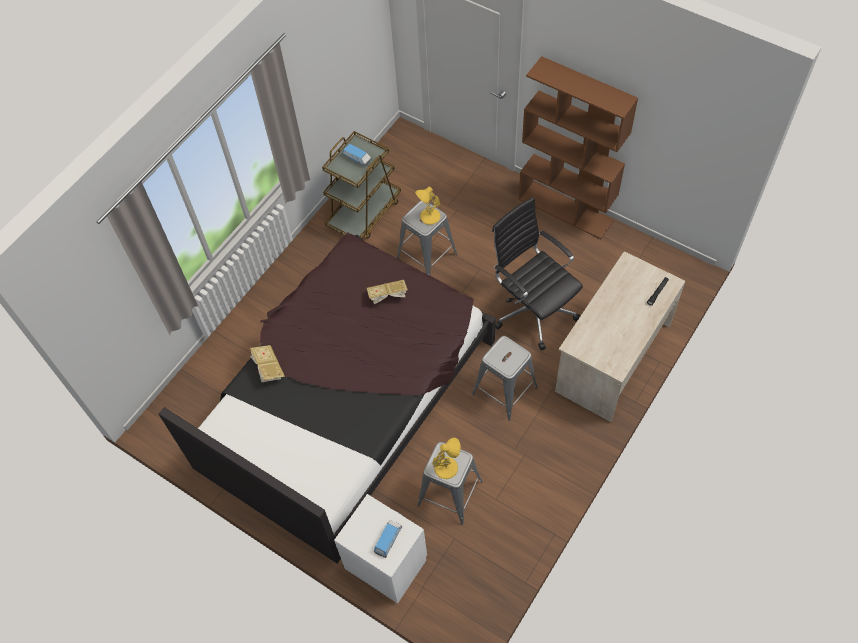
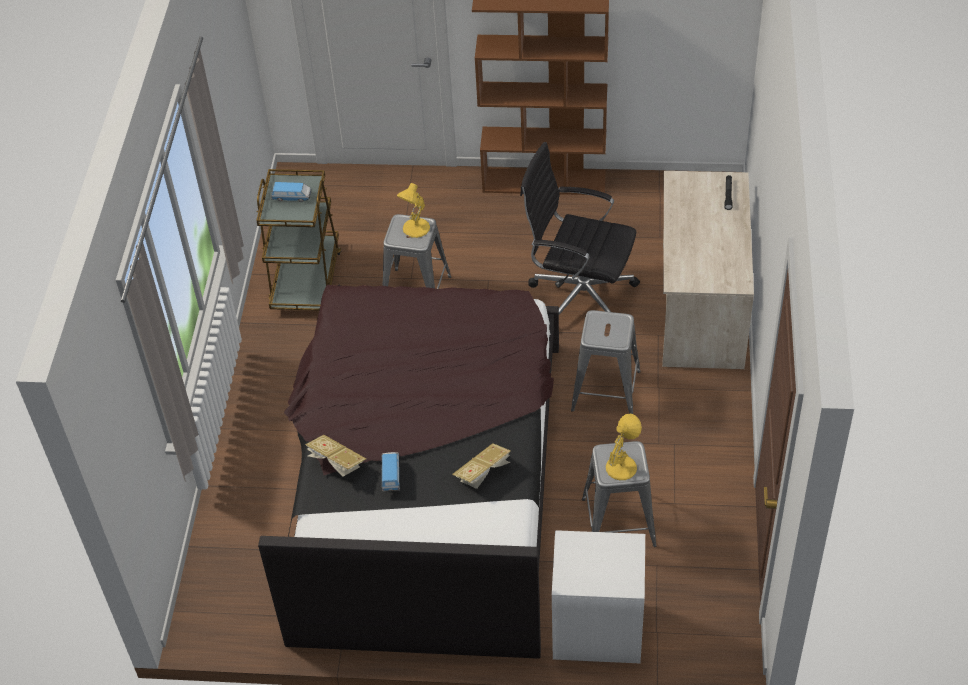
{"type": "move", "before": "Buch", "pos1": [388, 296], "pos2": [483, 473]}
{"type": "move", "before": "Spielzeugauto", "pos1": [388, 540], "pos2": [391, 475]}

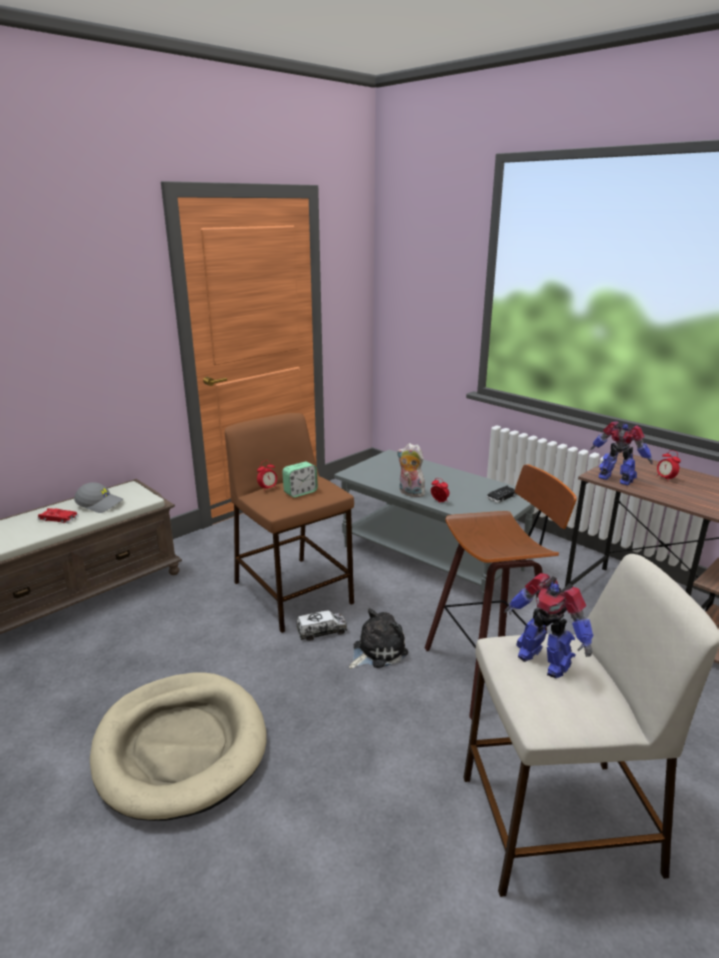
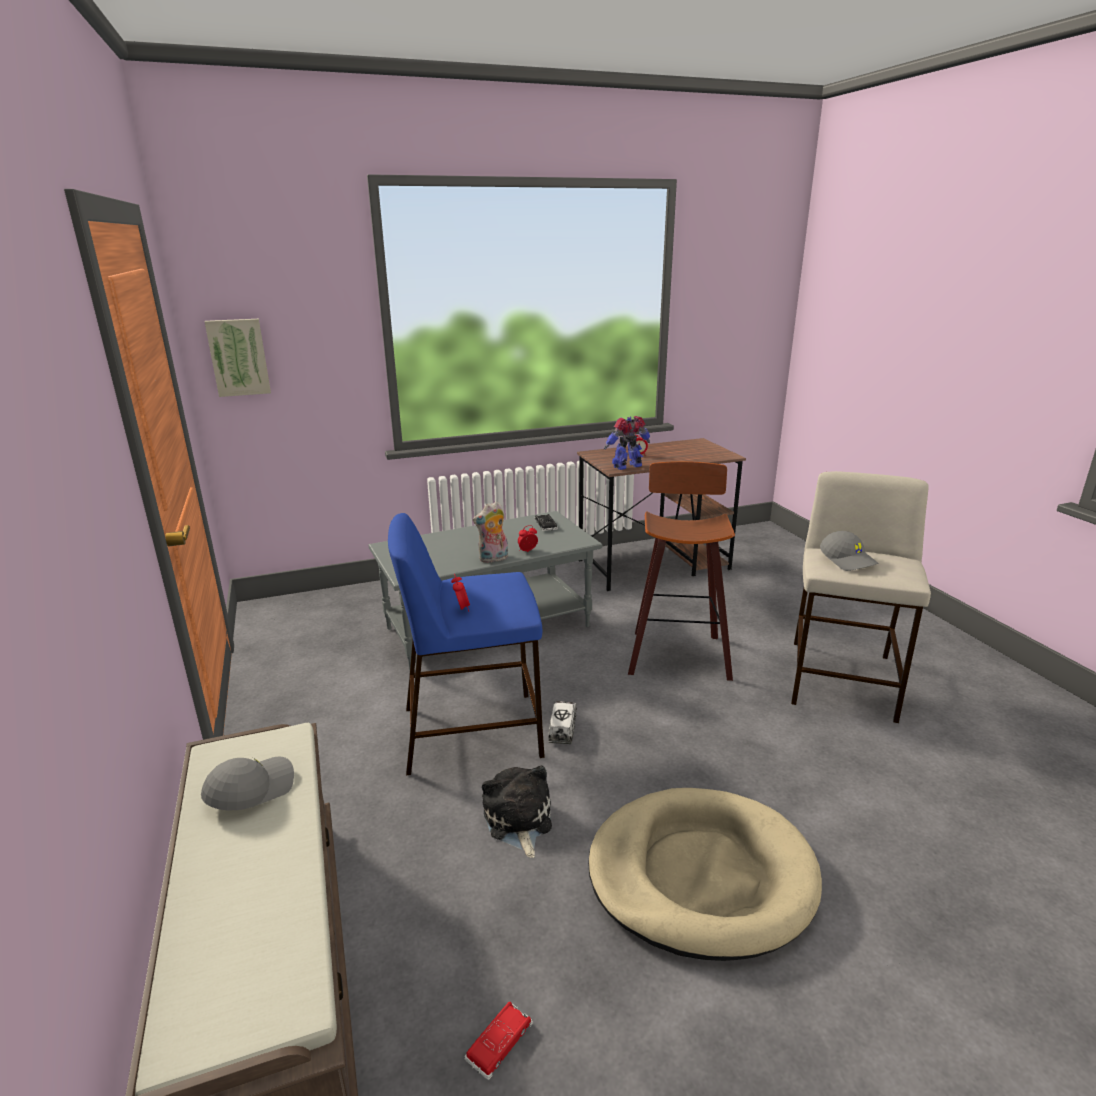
{"type": "recolor", "before": "Hocker [braun]", "after": "Hocker [blau]", "pos1": [294, 593], "pos2": [474, 731]}
{"type": "delete", "before": "Wecker", "pos1": [300, 492]}
{"type": "move", "before": "Spielzeugauto [rot]", "pos1": [58, 519], "pos2": [499, 1042]}
{"type": "replace", "before": "Spielzeugroboter", "after": "Kappe [grau]", "pos1": [543, 660], "pos2": [848, 560]}
{"type": "move", "before": "Plüschtier", "pos1": [376, 651], "pos2": [518, 821]}
{"type": "insert", "after": "Bild", "pos2": [238, 357]}

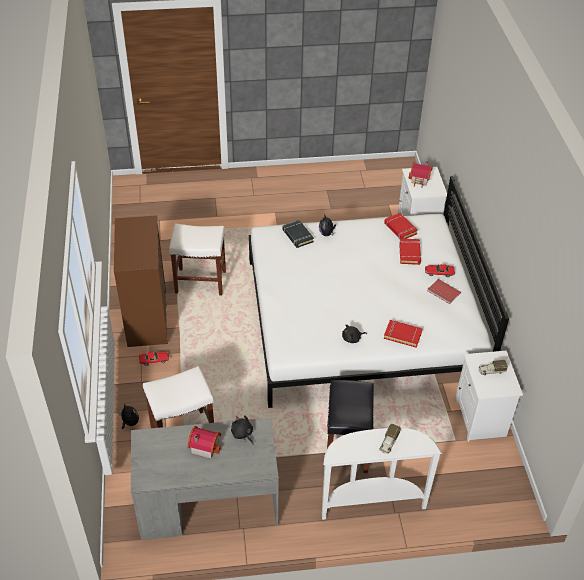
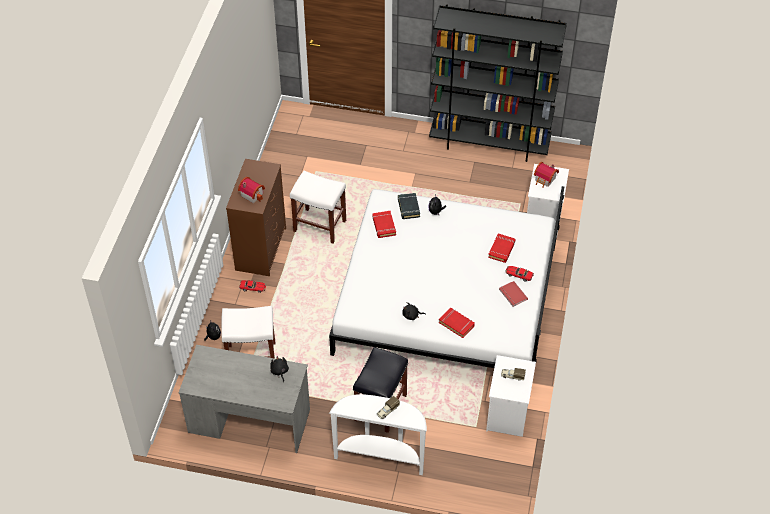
{"type": "move", "before": "Buch [rot]", "pos1": [400, 228], "pos2": [384, 226]}
{"type": "move", "before": "Spielzeughaus", "pos1": [205, 446], "pos2": [252, 194]}
{"type": "insert", "after": "Bücherregal [schwarz]", "pos2": [489, 144]}

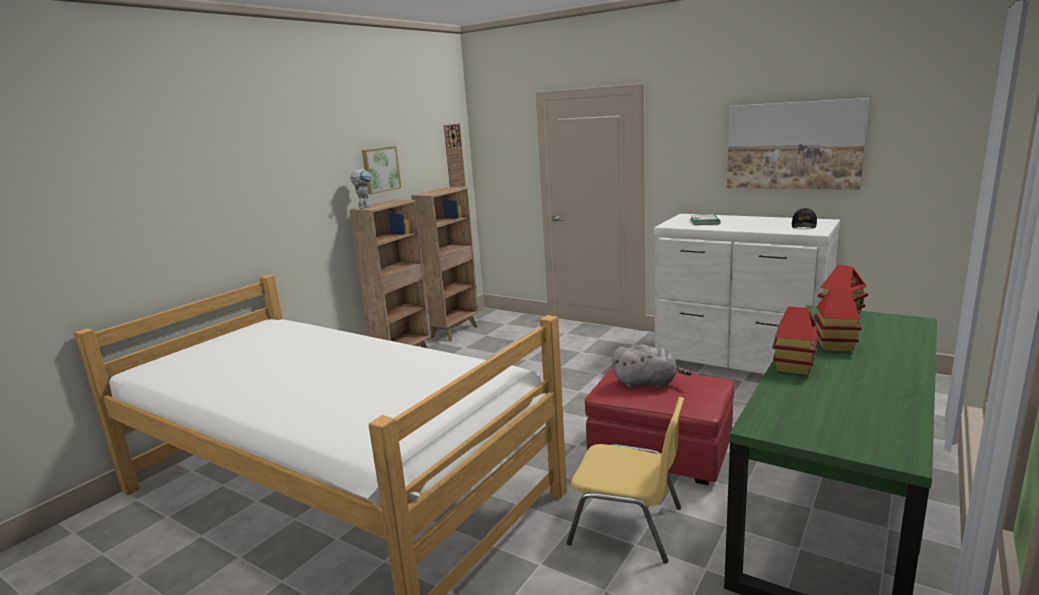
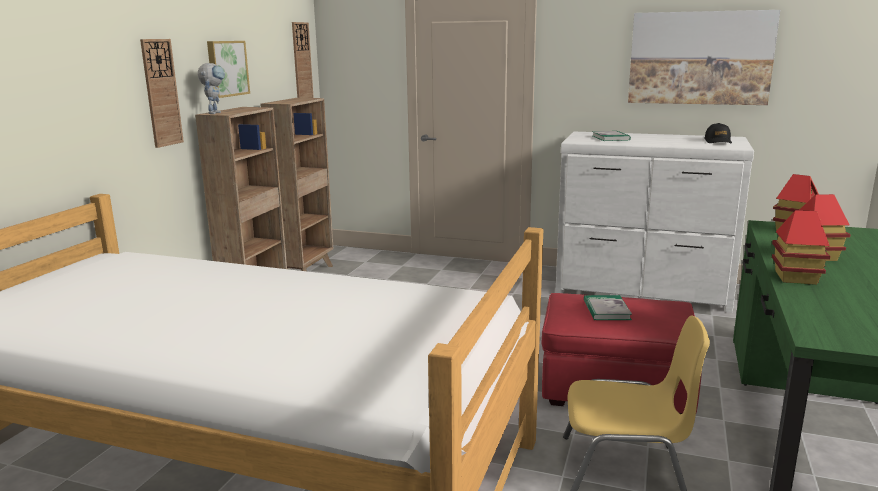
{"type": "replace", "before": "Plüschtier [grau]", "after": "Buch", "pos1": [648, 383], "pos2": [606, 310]}
{"type": "insert", "after": "Wanduhr", "pos2": [161, 93]}

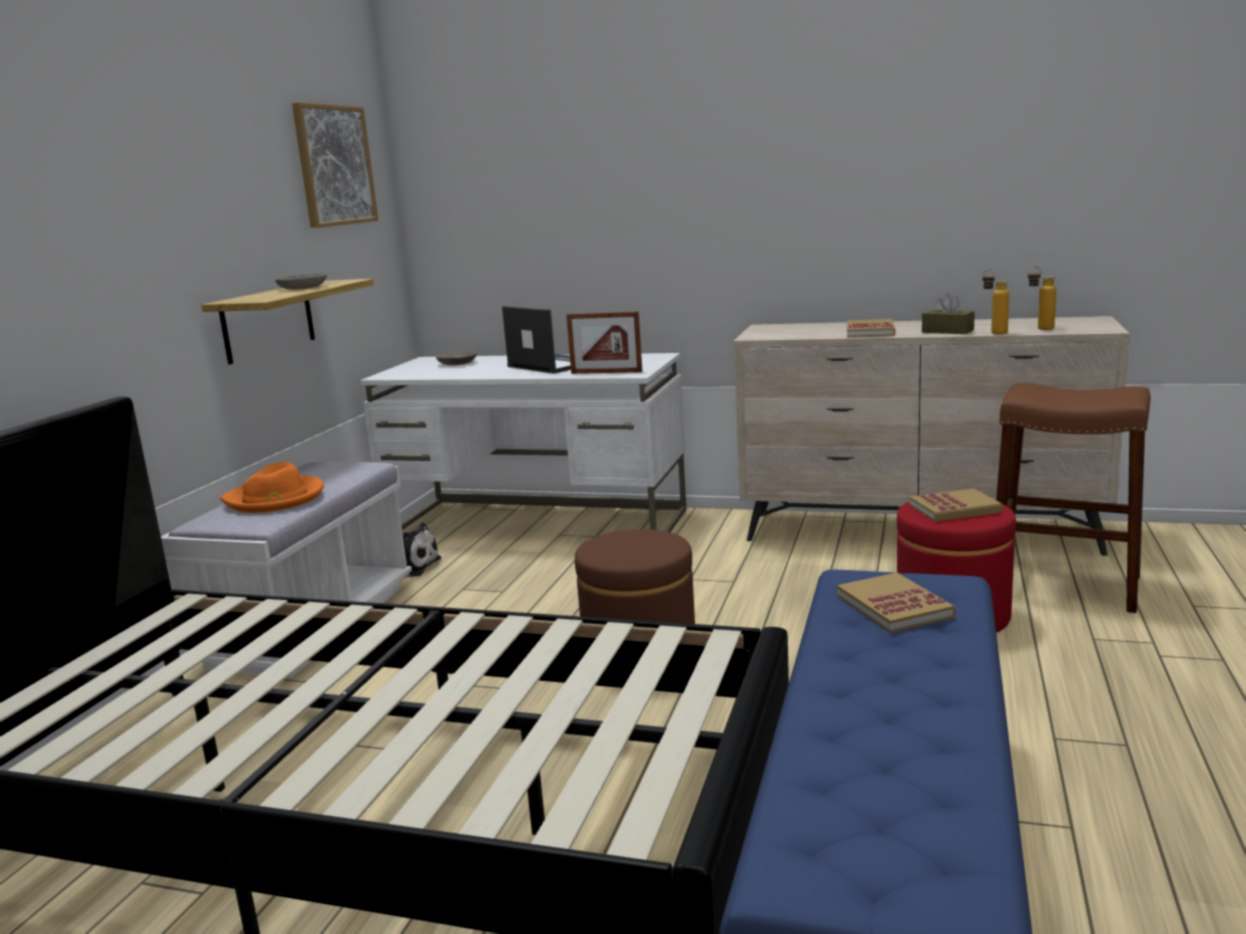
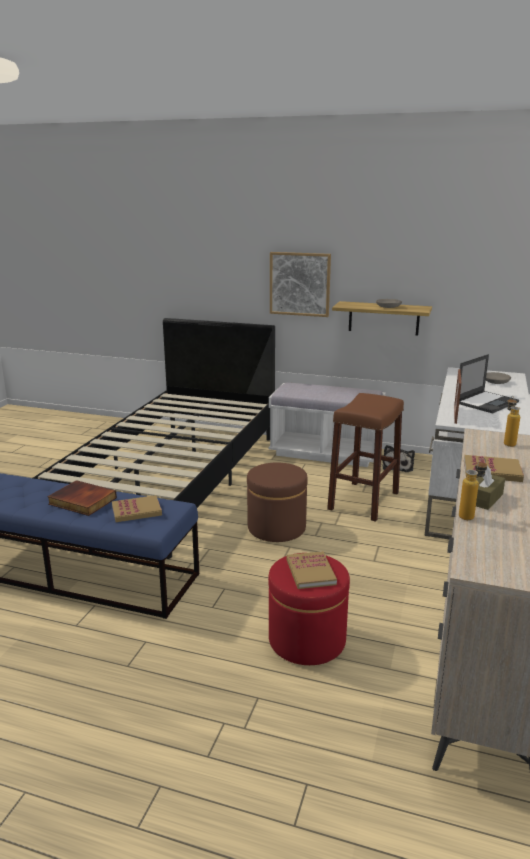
{"type": "move", "before": "Bild", "pos1": [334, 166], "pos2": [300, 284]}
{"type": "move", "before": "Flasche", "pos1": [1039, 329], "pos2": [508, 443]}
{"type": "move", "before": "Hocker [braun]", "pos1": [1064, 585], "pos2": [363, 501]}
{"type": "delete", "before": "Hut [orange]", "pos1": [275, 499]}
{"type": "insert", "after": "Buch", "pos2": [81, 501]}

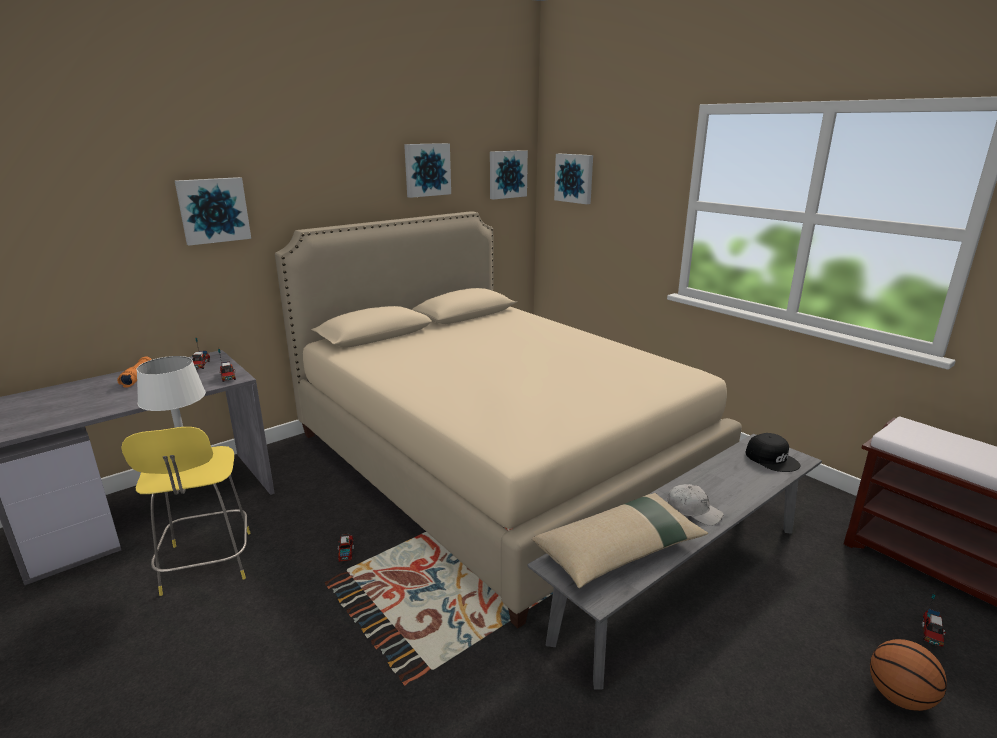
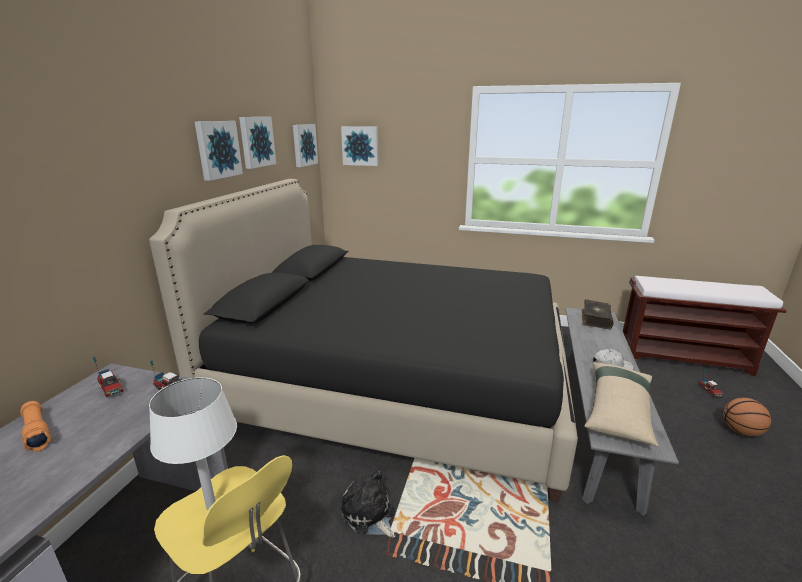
{"type": "move", "before": "Bild", "pos1": [213, 210], "pos2": [217, 149]}
{"type": "recolor", "before": "Bett [beige]", "after": "Bett [schwarz]", "pos1": [496, 462], "pos2": [395, 384]}
{"type": "replace", "before": "Kappe [schwarz]", "after": "Buch", "pos1": [772, 458], "pos2": [595, 319]}
{"type": "replace", "before": "Spielzeuglaster", "after": "Plüschtier", "pos1": [346, 551], "pos2": [369, 515]}

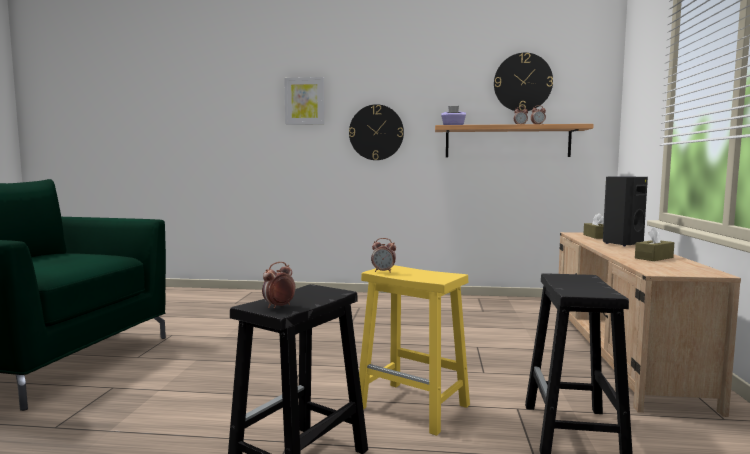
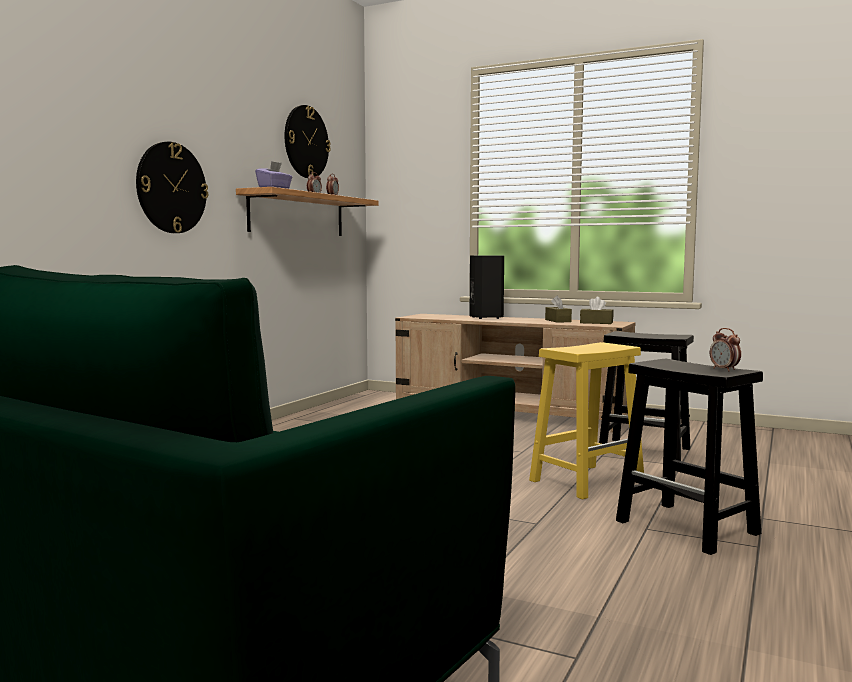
{"type": "delete", "before": "Bild", "pos1": [305, 101]}
{"type": "move", "before": "Taschentuchbox [braun]", "pos1": [596, 236], "pos2": [596, 323]}
{"type": "delete", "before": "Wecker", "pos1": [383, 271]}

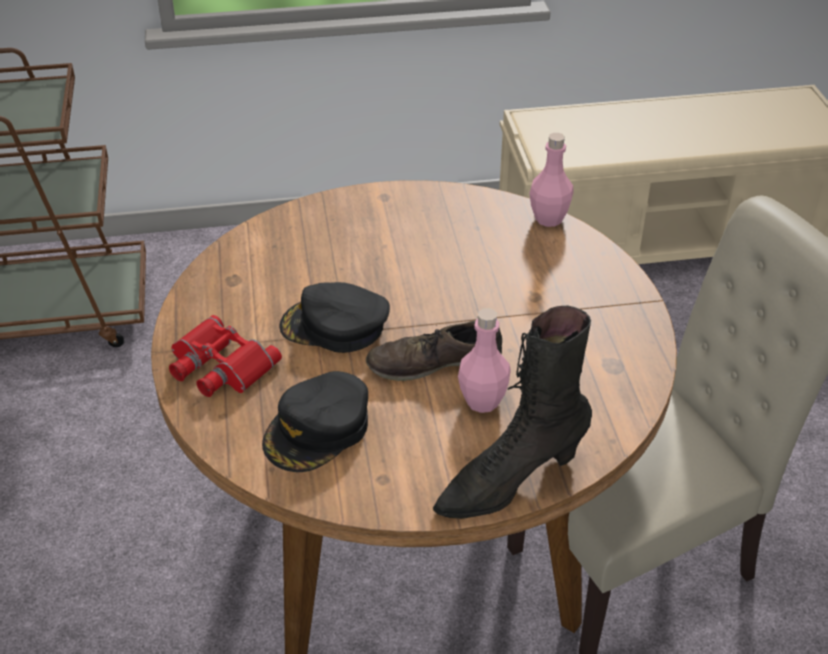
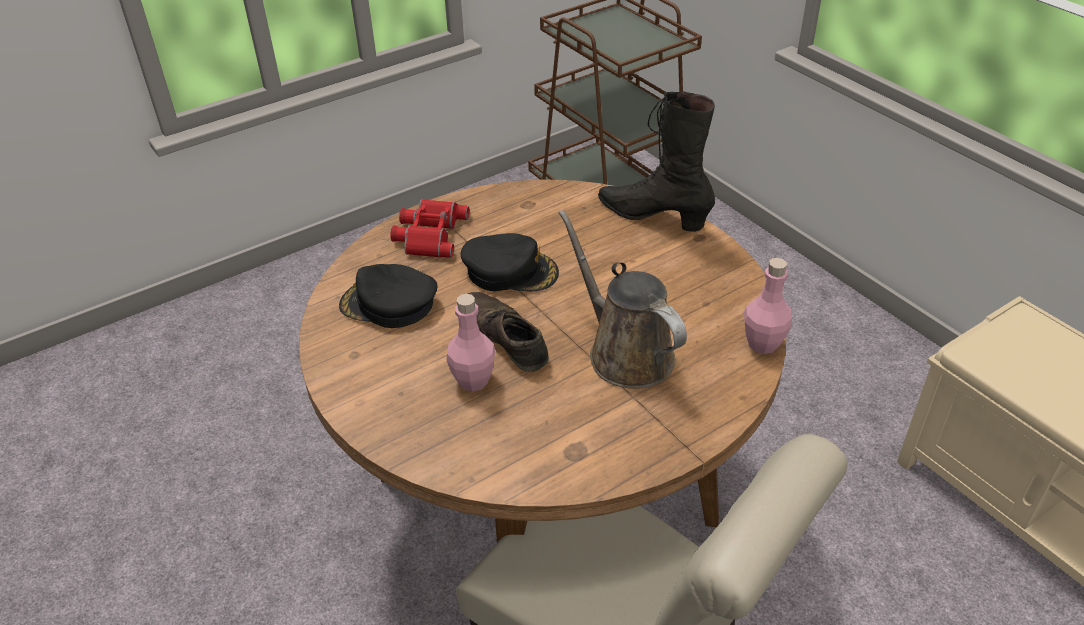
{"type": "rotate", "before": "Kappe [schwarz]", "pos1": [334, 326], "pos2": [510, 271], "turn": 120}
{"type": "move", "before": "Stiefel [schwarz]", "pos1": [509, 481], "pos2": [653, 216]}
{"type": "insert", "after": "Gießkanne [braun]", "pos2": [625, 352]}

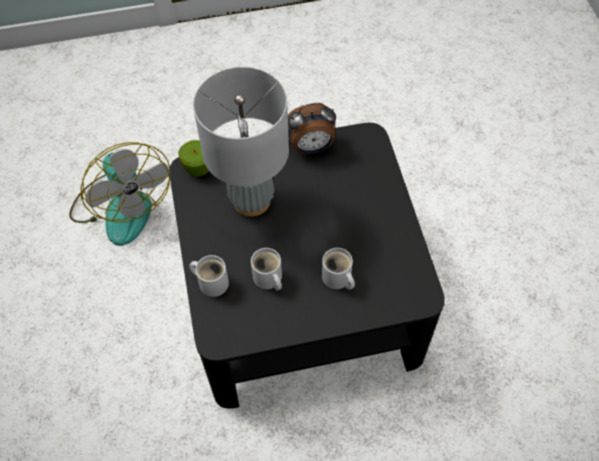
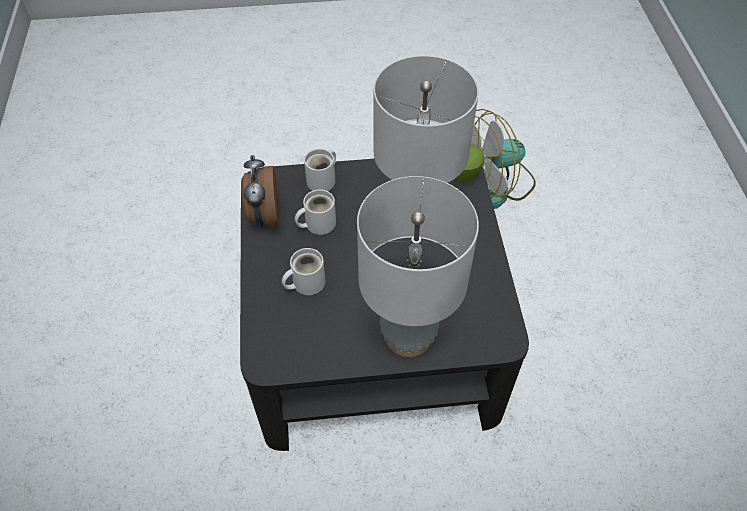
{"type": "move", "before": "Wecker", "pos1": [311, 147], "pos2": [264, 216]}
{"type": "insert", "after": "Tischlampe [grau]", "pos2": [408, 336]}

